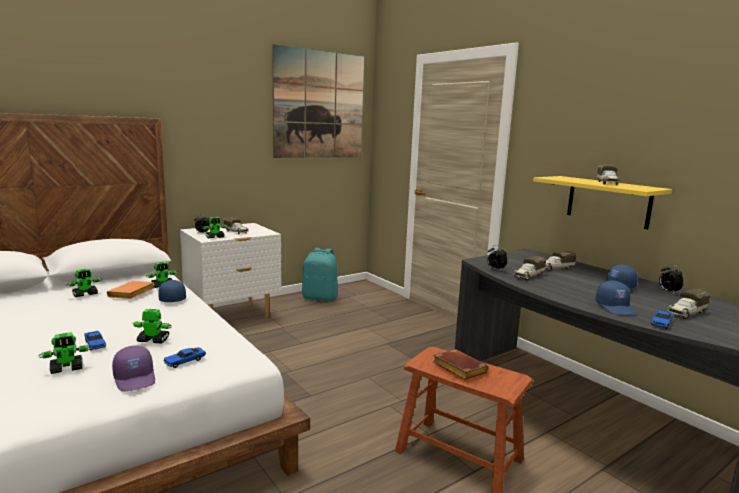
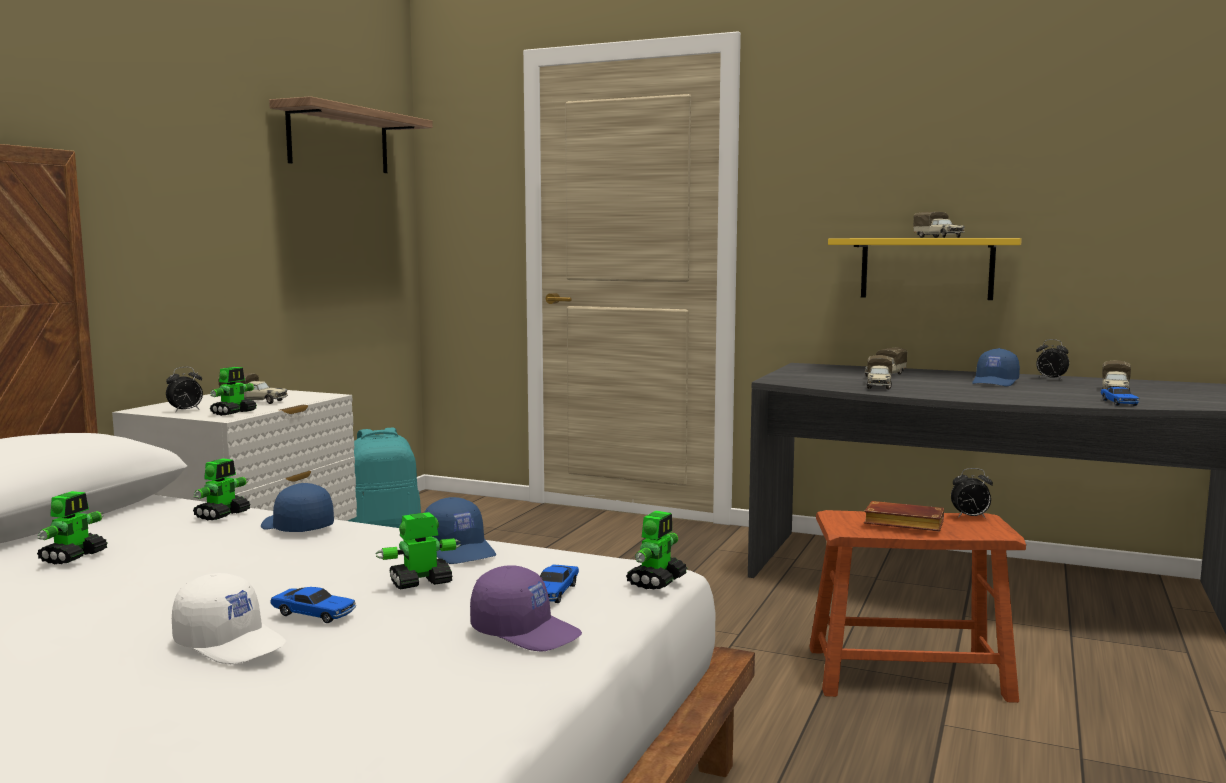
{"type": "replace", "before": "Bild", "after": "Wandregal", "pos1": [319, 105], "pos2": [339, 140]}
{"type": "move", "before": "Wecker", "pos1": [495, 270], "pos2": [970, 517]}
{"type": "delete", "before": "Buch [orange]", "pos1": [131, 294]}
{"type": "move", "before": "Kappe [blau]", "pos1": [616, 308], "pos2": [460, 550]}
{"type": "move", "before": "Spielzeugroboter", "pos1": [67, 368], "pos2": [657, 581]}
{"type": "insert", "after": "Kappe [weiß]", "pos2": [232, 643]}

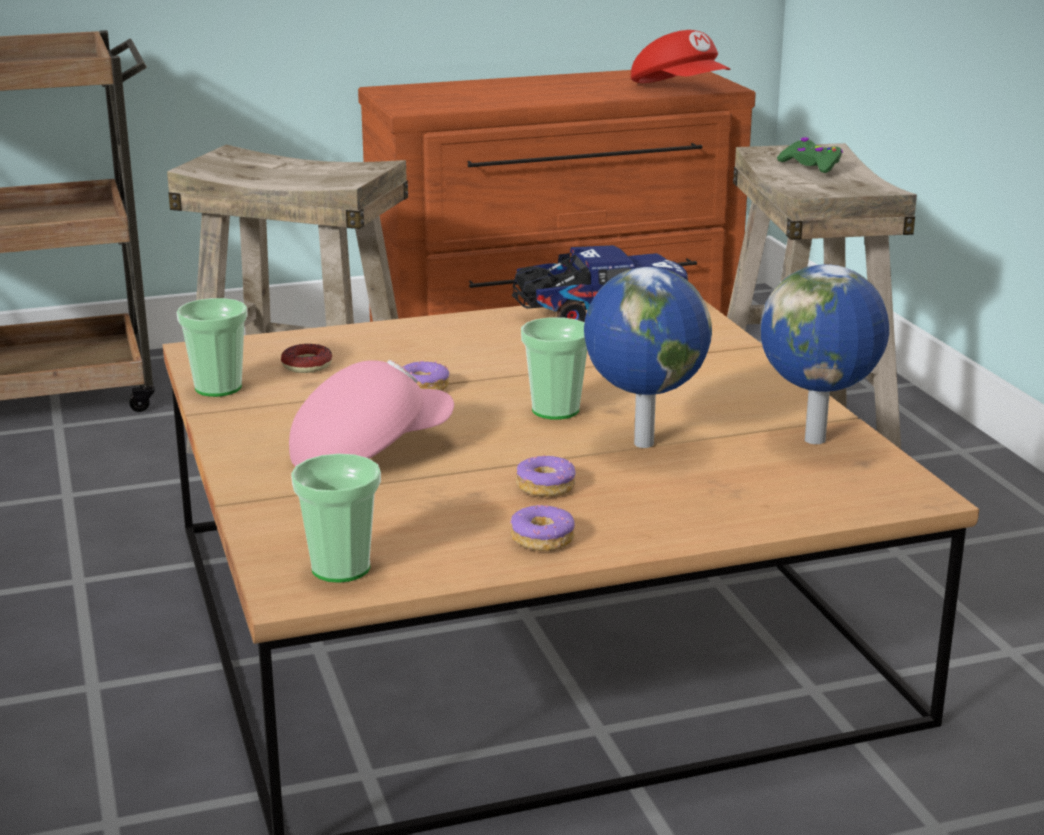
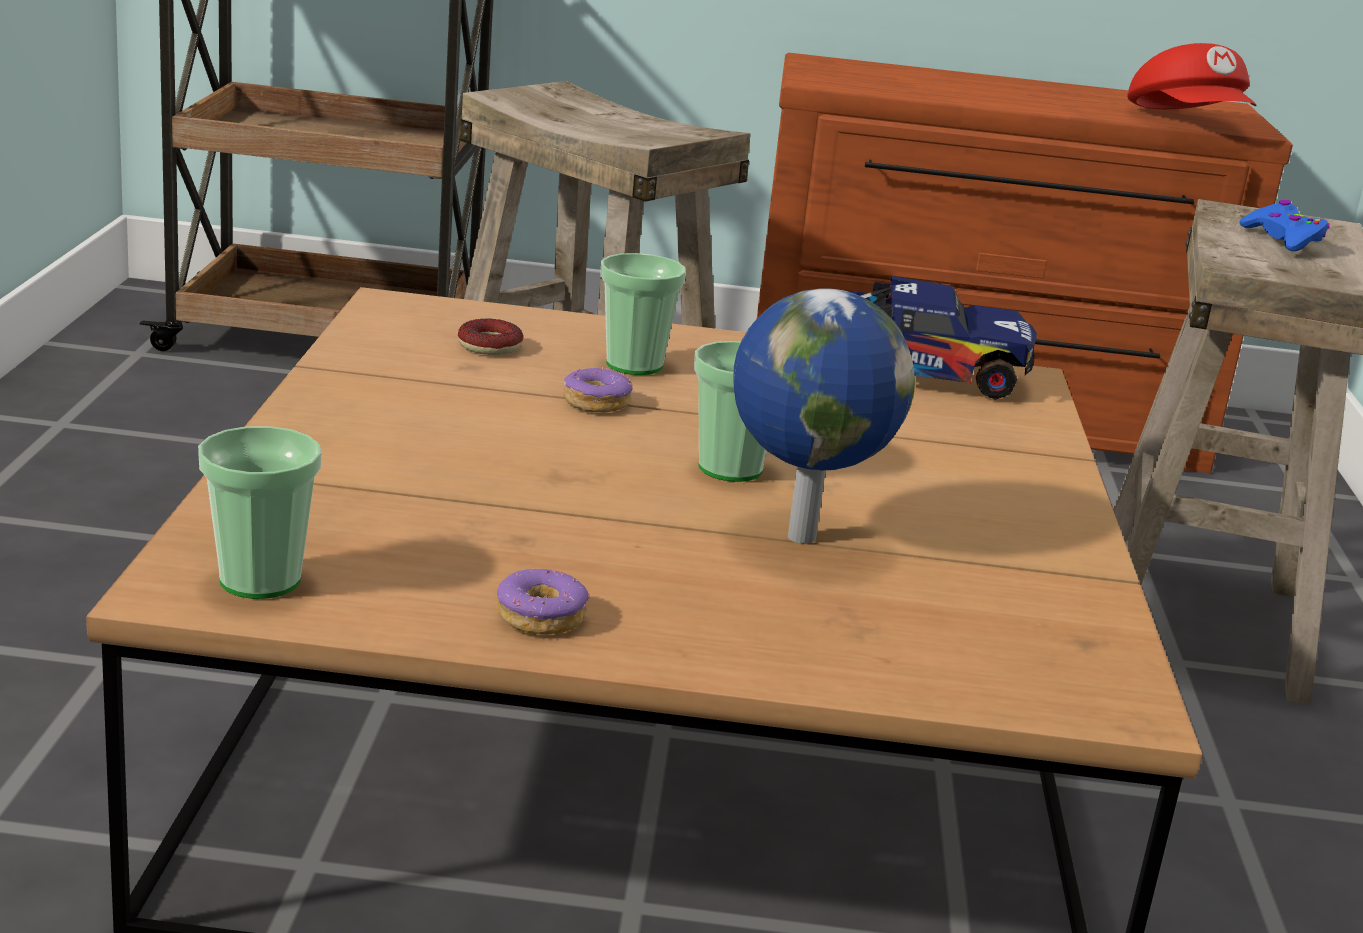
{"type": "recolor", "before": "Gamepad [grün]", "after": "Gamepad [blau]", "pos1": [811, 165], "pos2": [1283, 239]}
{"type": "delete", "before": "Globus", "pos1": [817, 441]}
{"type": "move", "before": "Tasse", "pos1": [218, 388], "pos2": [634, 365]}
{"type": "delete", "before": "Kappe [rosa]", "pos1": [369, 452]}
{"type": "delete", "before": "Donut", "pos1": [546, 486]}

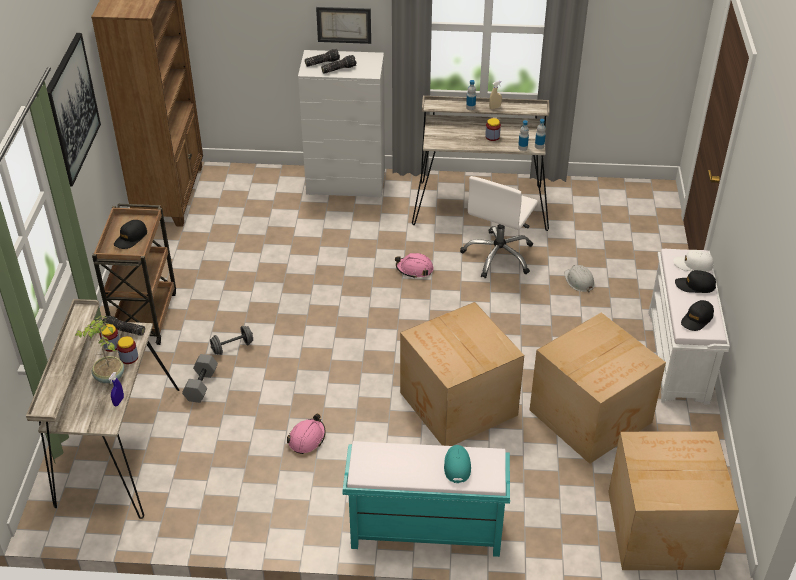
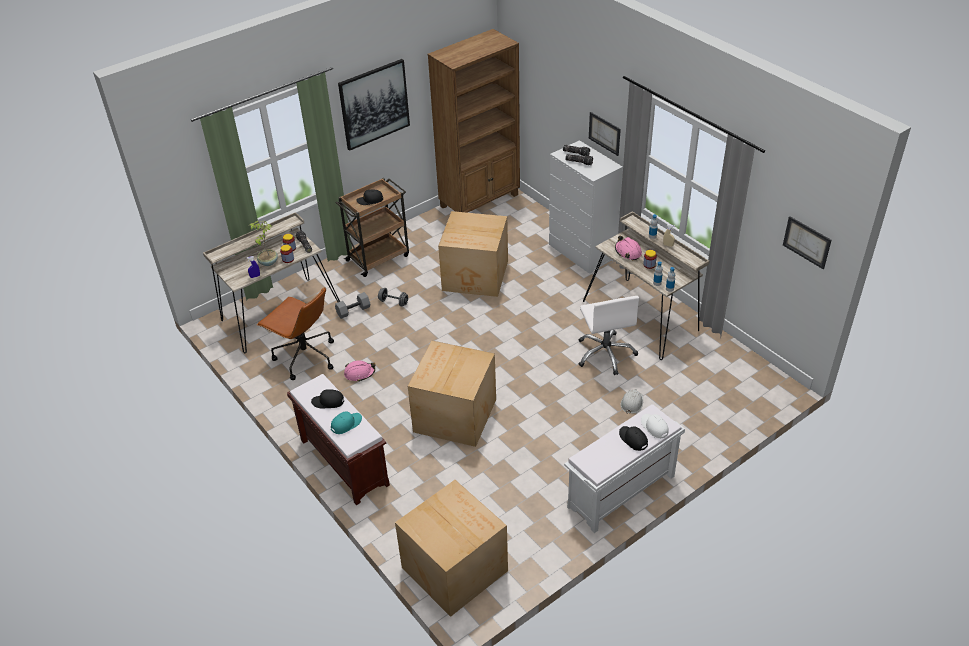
{"type": "rotate", "before": "Bürostuhl [weiß]", "pos1": [499, 256], "pos2": [605, 354], "turn": -90}
{"type": "move", "before": "Schutzhelm [rosa]", "pos1": [414, 269], "pos2": [628, 252]}
{"type": "move", "before": "Kappe [schwarz]", "pos1": [697, 319], "pos2": [328, 402]}
{"type": "move", "before": "Karton", "pos1": [592, 416], "pos2": [476, 276]}
{"type": "recolor", "before": "Bank [türkis]", "after": "Bank [braun]", "pos1": [424, 531], "pos2": [343, 462]}
{"type": "insert", "after": "Bild", "pos2": [807, 242]}
{"type": "insert", "after": "Bürostuhl [braun]", "pos2": [304, 357]}

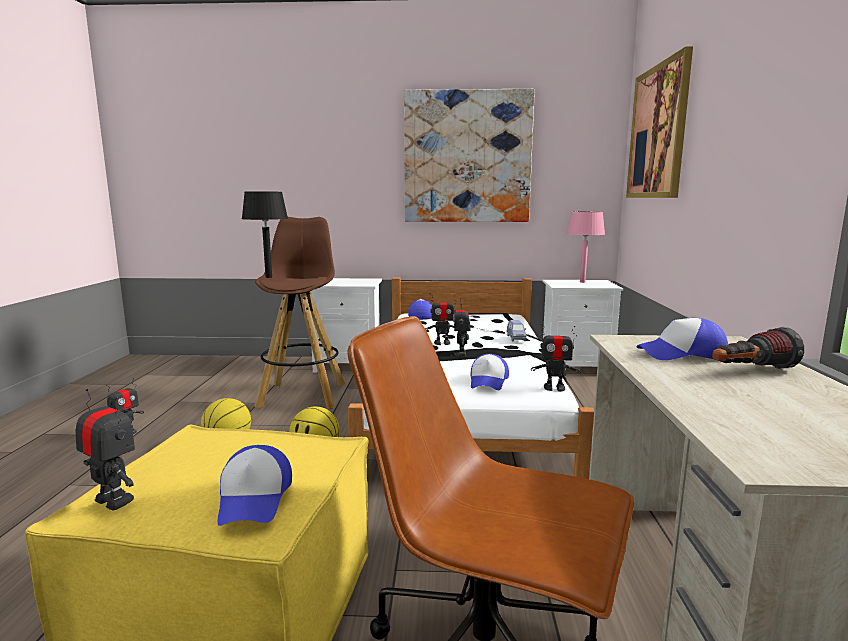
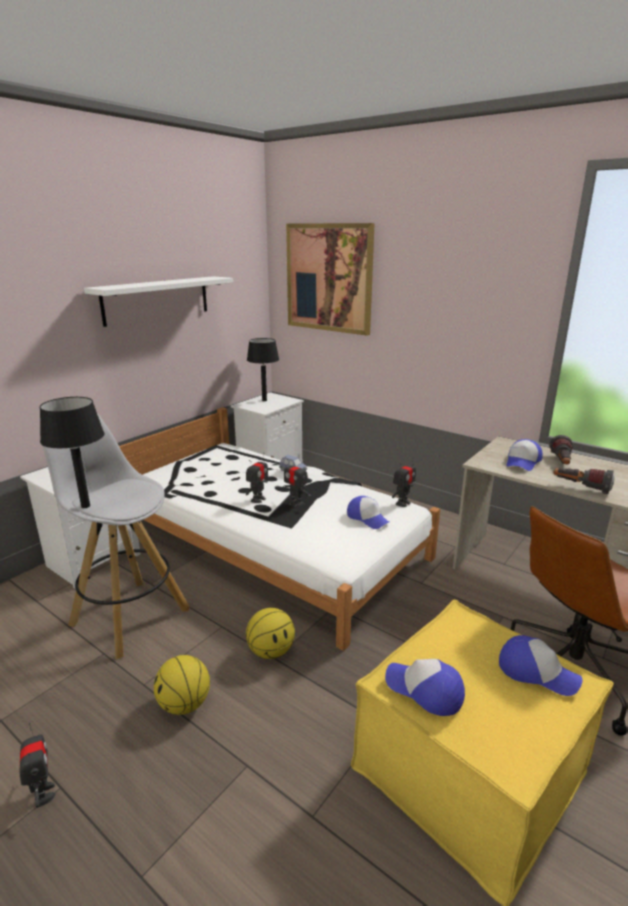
{"type": "replace", "before": "Bild", "after": "Wandregal [weiß]", "pos1": [467, 157], "pos2": [157, 300]}
{"type": "recolor", "before": "Tischlampe [rosa]", "after": "Tischlampe [schwarz]", "pos1": [582, 282], "pos2": [264, 400]}
{"type": "recolor", "before": "Hocker [braun]", "after": "Hocker [weiß]", "pos1": [302, 395], "pos2": [129, 616]}
{"type": "move", "before": "Kappe", "pos1": [420, 315], "pos2": [424, 690]}
{"type": "delete", "before": "Spielzeugroboter", "pos1": [113, 500]}
{"type": "insert", "after": "Taschenlampe", "pos2": [580, 488]}

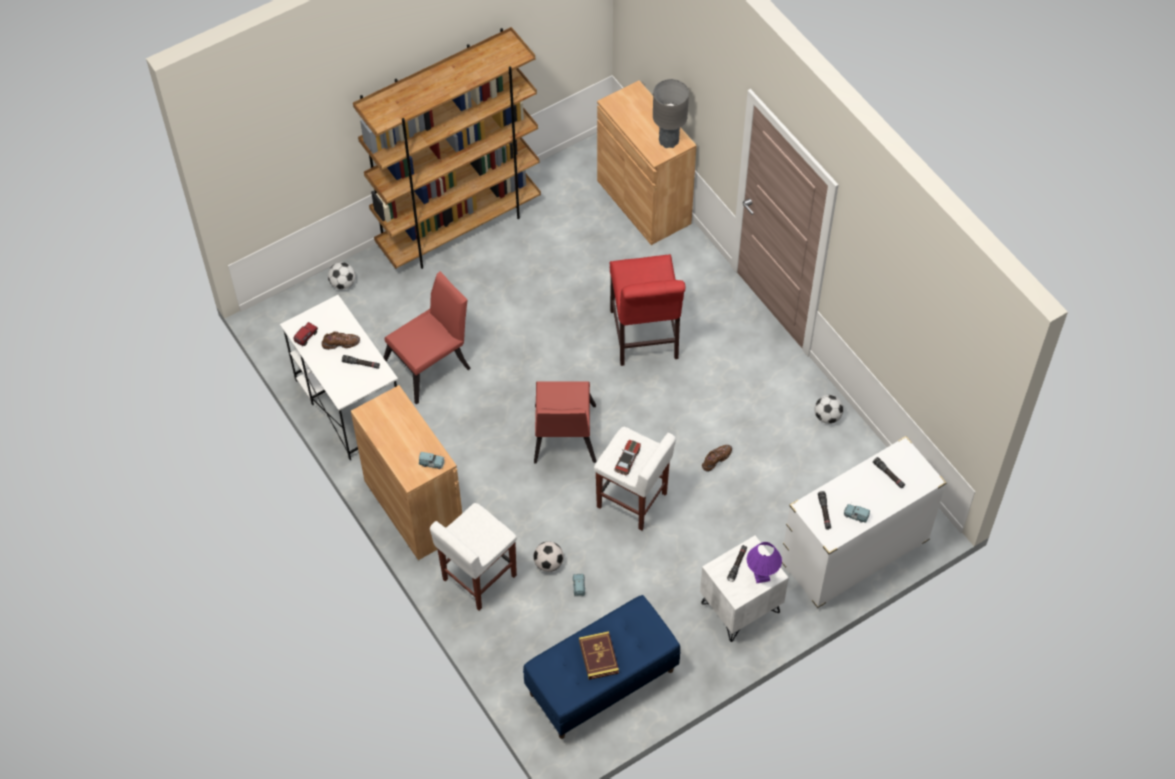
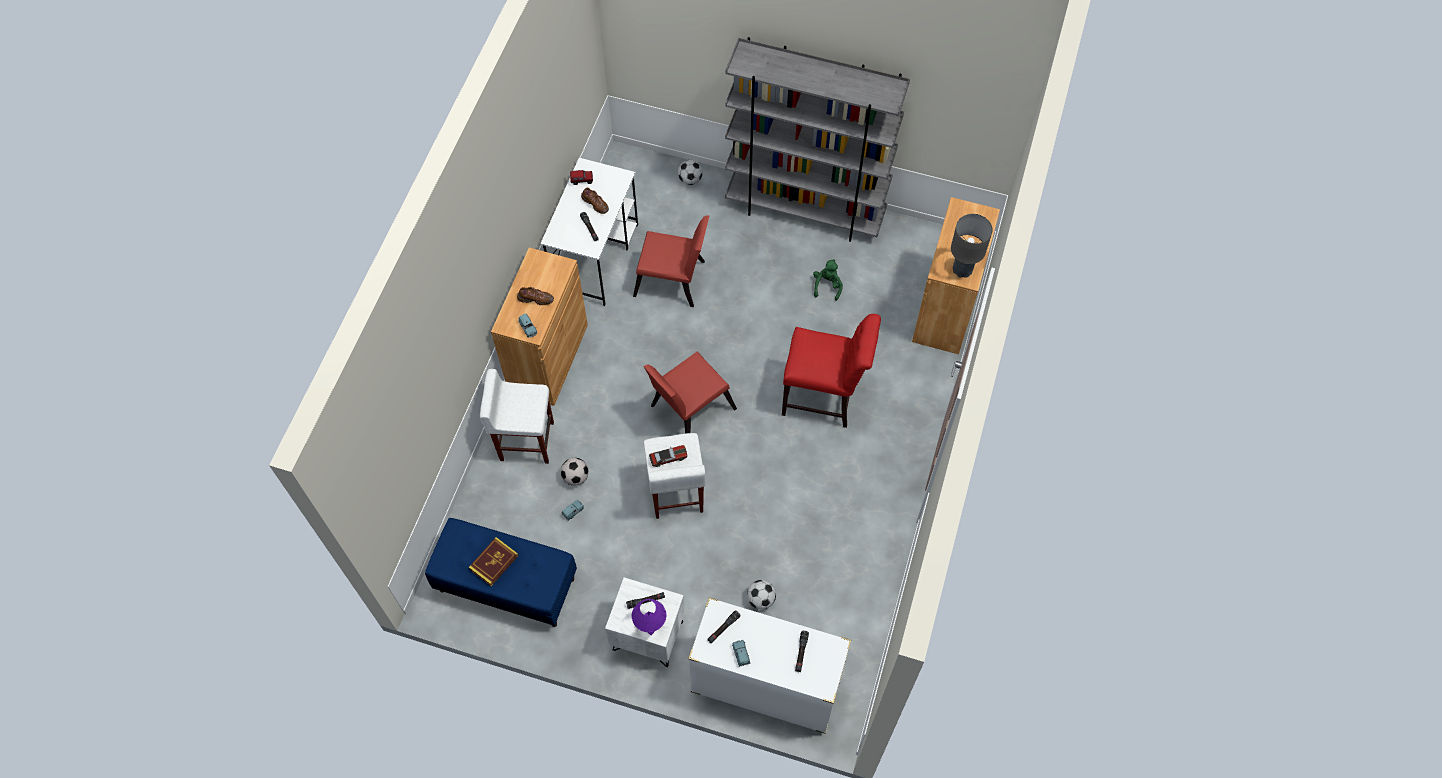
{"type": "recolor", "before": "Bücherregal [braun]", "after": "Bücherregal [grau]", "pos1": [459, 227], "pos2": [805, 211]}
{"type": "rotate", "before": "Stuhl [rot]", "pos1": [644, 338], "pos2": [824, 398], "turn": -120}
{"type": "move", "before": "Fußball", "pos1": [827, 417], "pos2": [761, 599]}
{"type": "move", "before": "Schuh [braun]", "pos1": [716, 459], "pos2": [536, 299]}
{"type": "insert", "after": "Plüschtier [grün]", "pos2": [827, 286]}

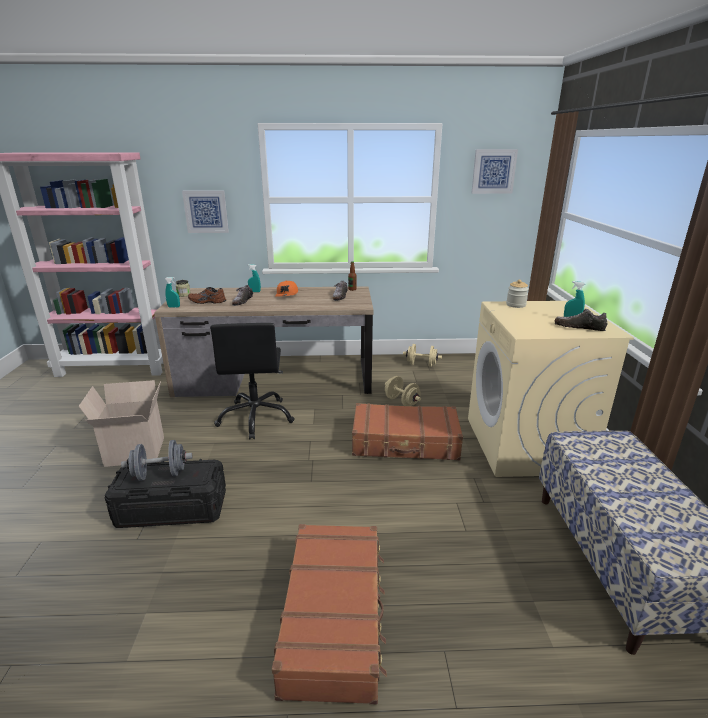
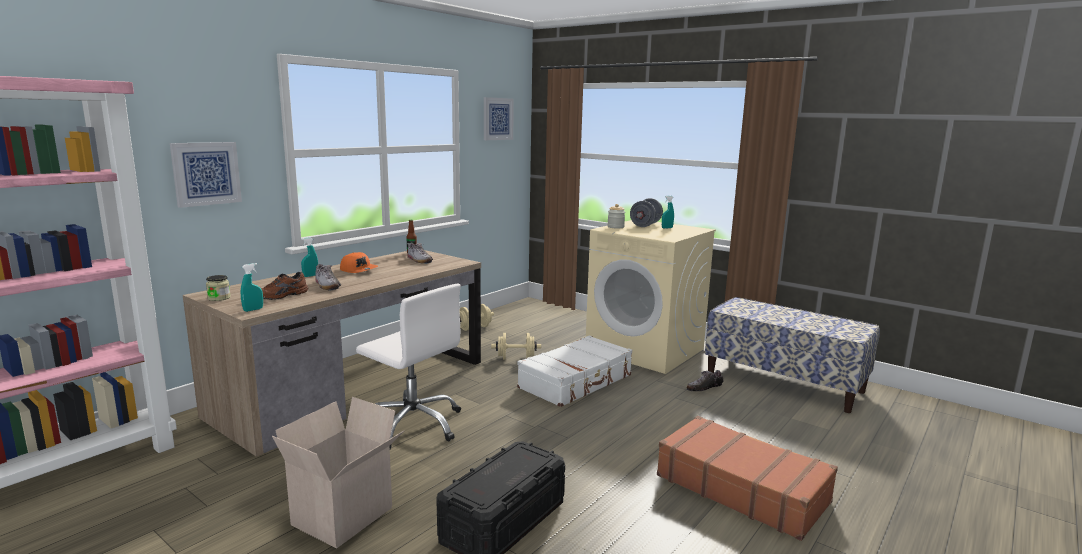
{"type": "move", "before": "Schuh", "pos1": [579, 327], "pos2": [704, 388]}
{"type": "recolor", "before": "Bürostuhl [schwarz]", "after": "Bürostuhl [weiß]", "pos1": [256, 417], "pos2": [413, 424]}
{"type": "recolor", "before": "Koffer [braun]", "after": "Koffer [weiß]", "pos1": [405, 442], "pos2": [576, 382]}
{"type": "move", "before": "Hantel [grau]", "pos1": [160, 474], "pos2": [645, 225]}

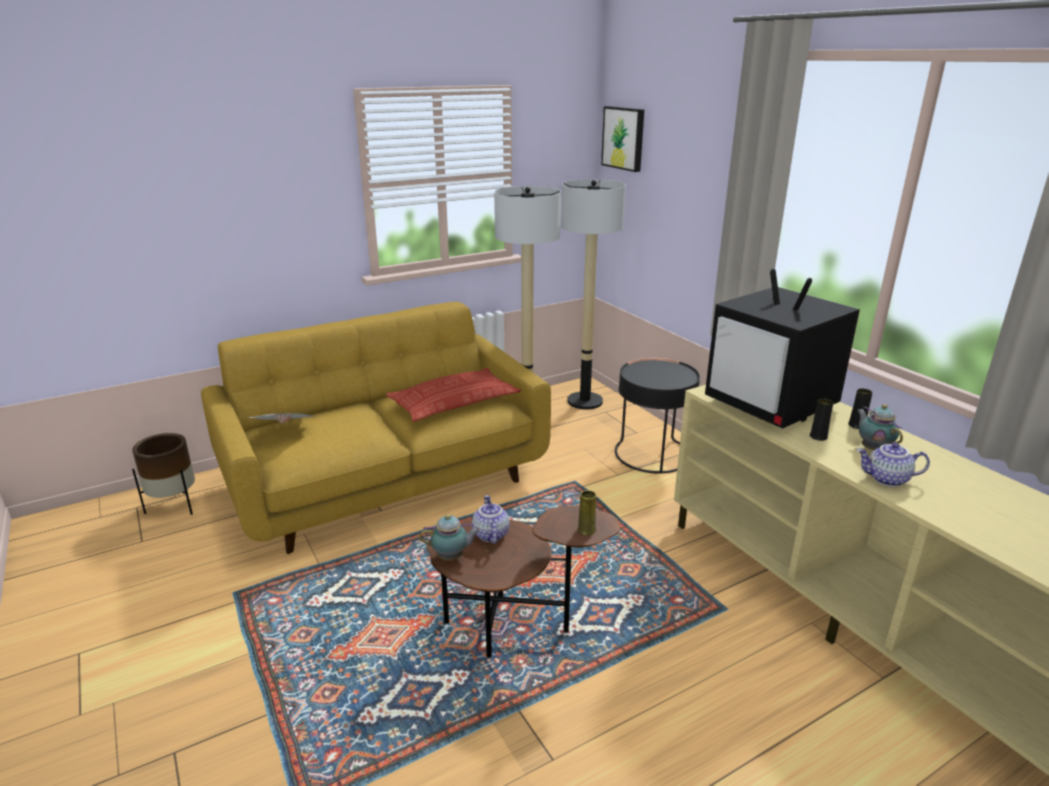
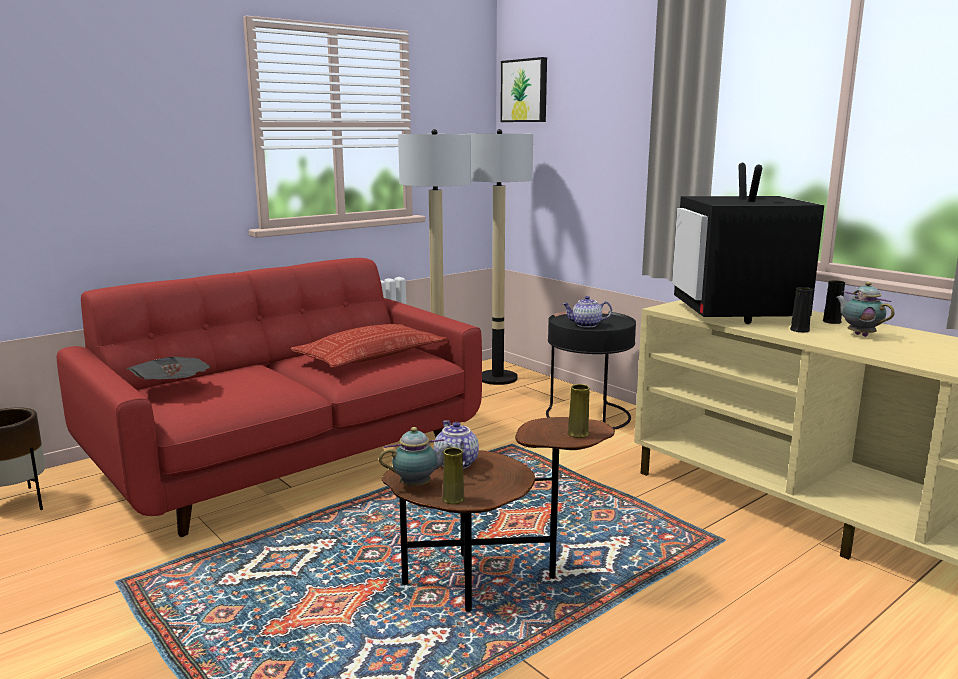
{"type": "rotate", "before": "Fernseher", "pos1": [772, 405], "pos2": [738, 314], "turn": 45}
{"type": "recolor", "before": "Sofa [gelb]", "after": "Sofa [rot]", "pos1": [387, 480], "pos2": [289, 459]}
{"type": "move", "before": "Teekanne", "pos1": [887, 479], "pos2": [586, 325]}
{"type": "insert", "after": "Vase [gelb]", "pos2": [453, 499]}

